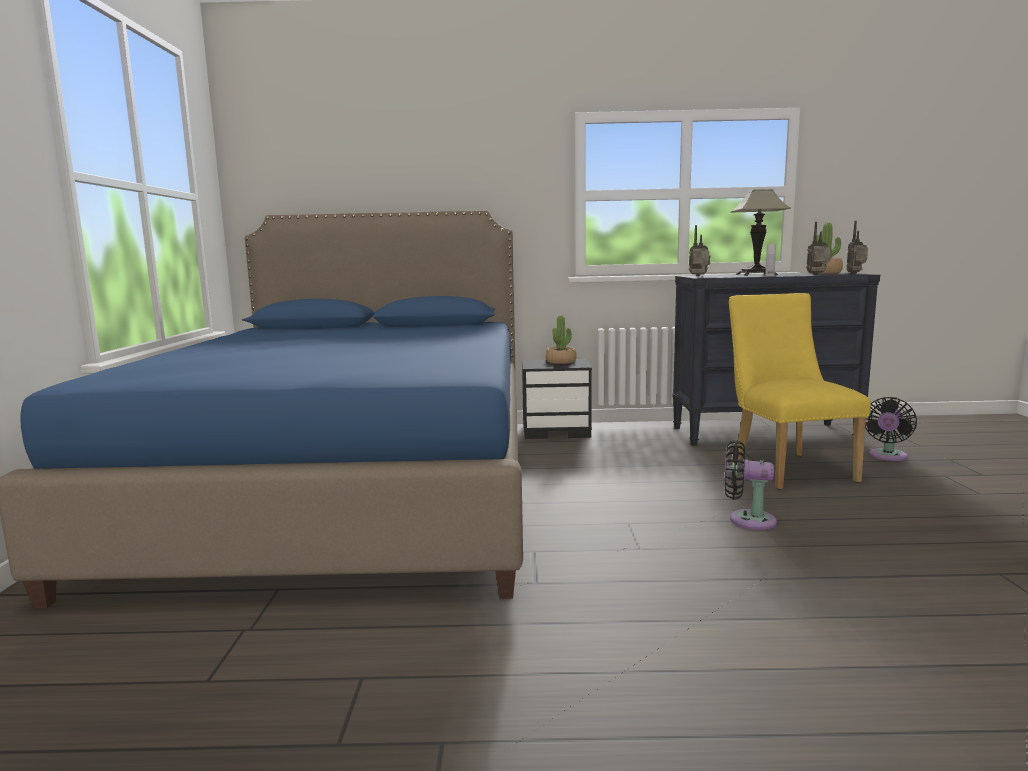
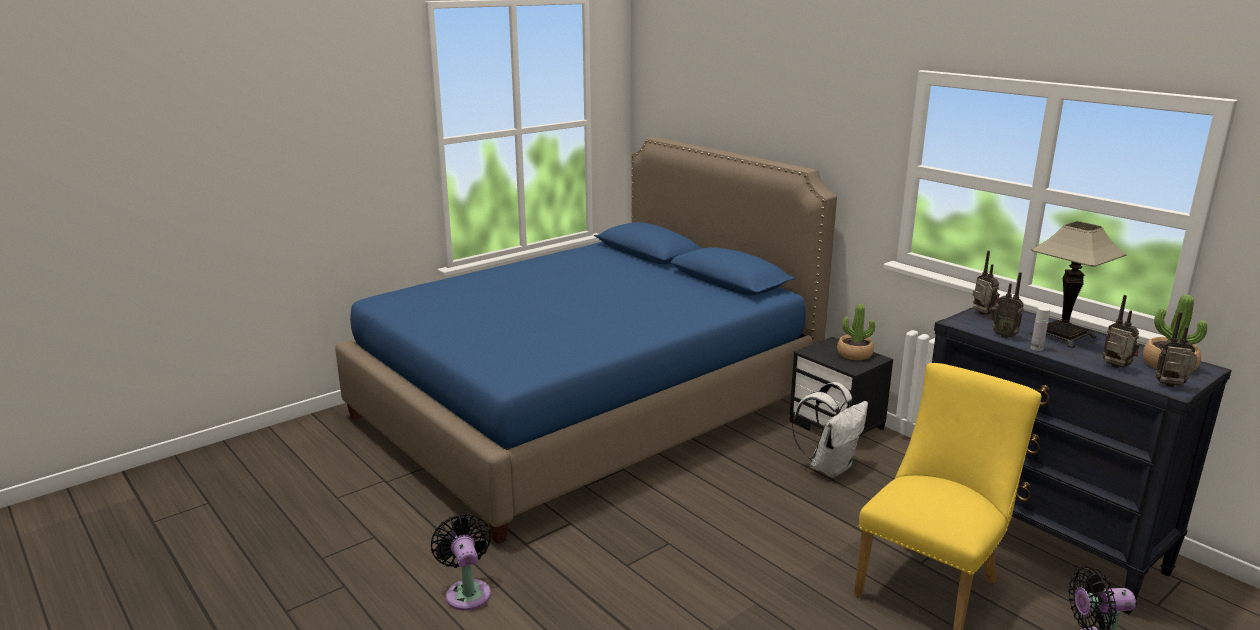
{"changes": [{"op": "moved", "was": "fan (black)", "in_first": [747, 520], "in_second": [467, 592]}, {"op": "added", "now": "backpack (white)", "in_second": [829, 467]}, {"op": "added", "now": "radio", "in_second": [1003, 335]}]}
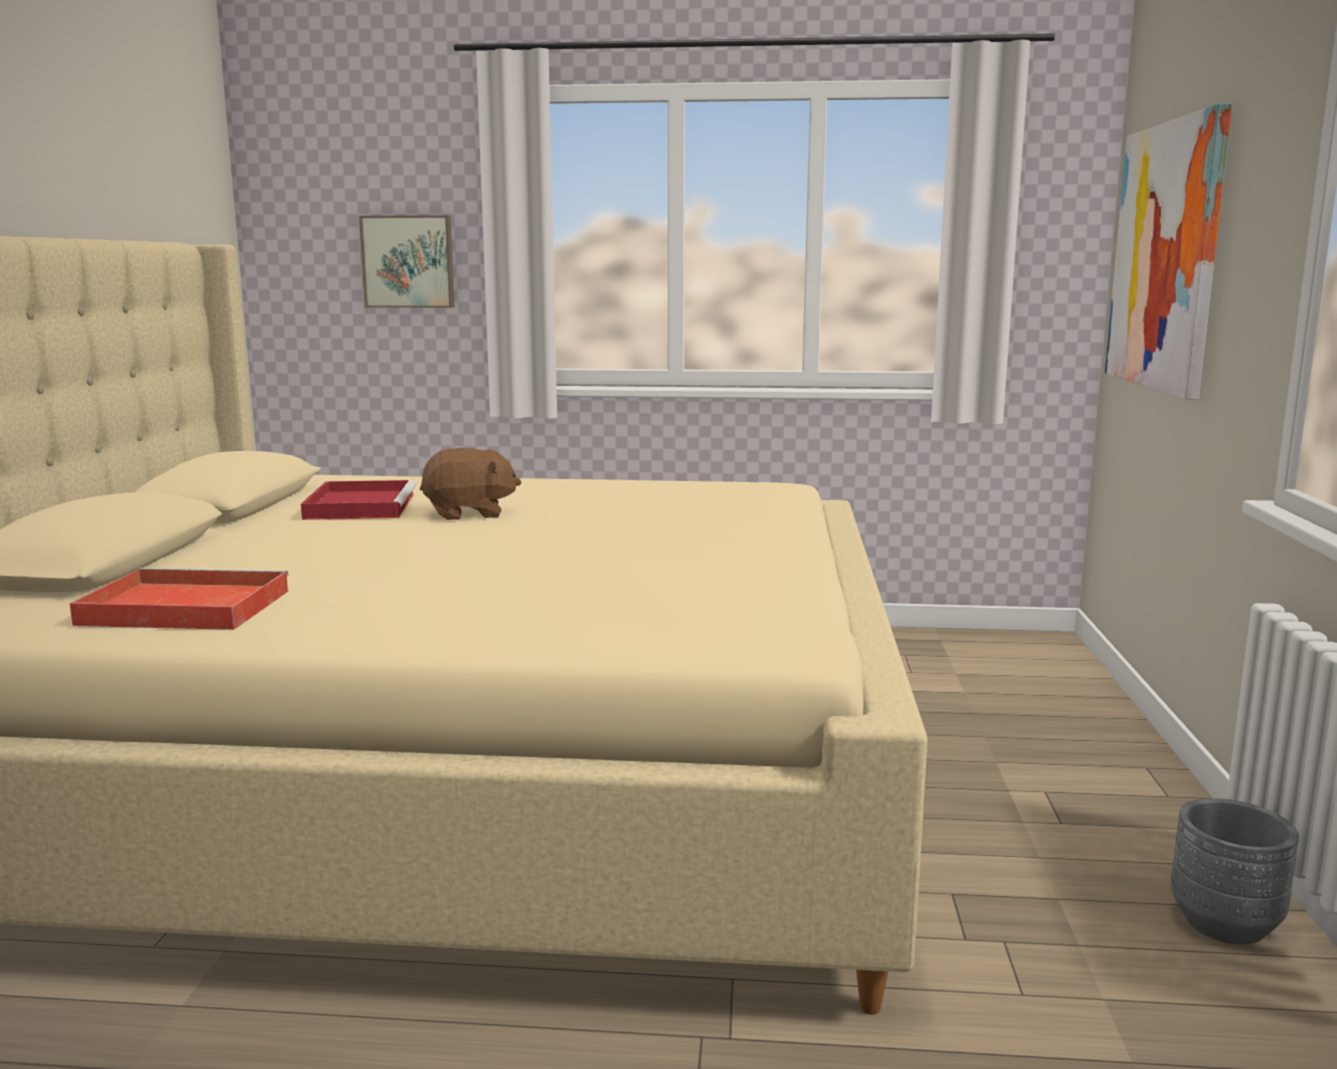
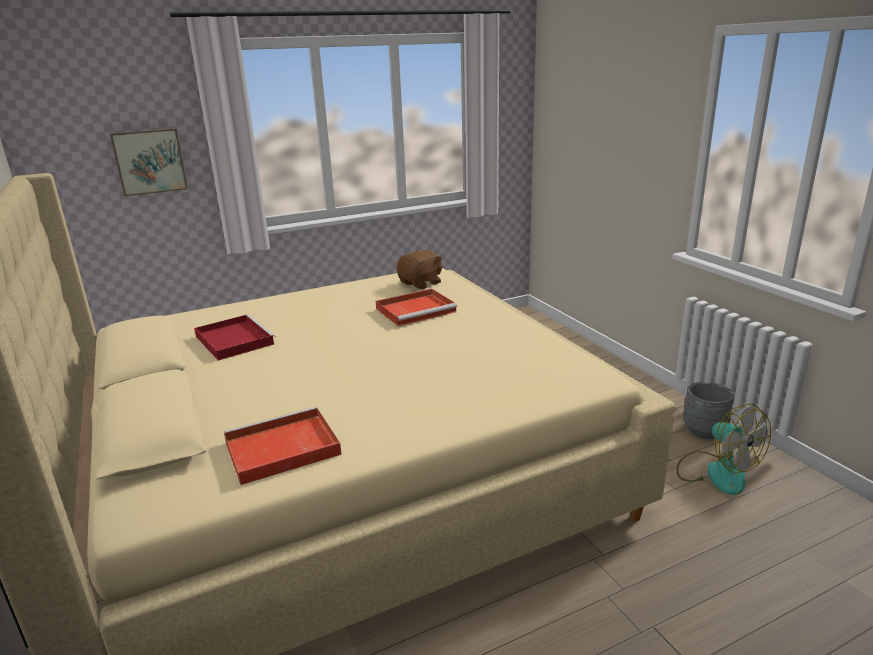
{"changes": [{"op": "added", "now": "tray (red)", "in_second": [417, 310]}, {"op": "moved", "was": "plush toy (brown)", "in_first": [469, 514], "in_second": [421, 283]}, {"op": "added", "now": "fan", "in_second": [716, 472]}, {"op": "removed", "was": "picture", "in_first": [1165, 256]}]}
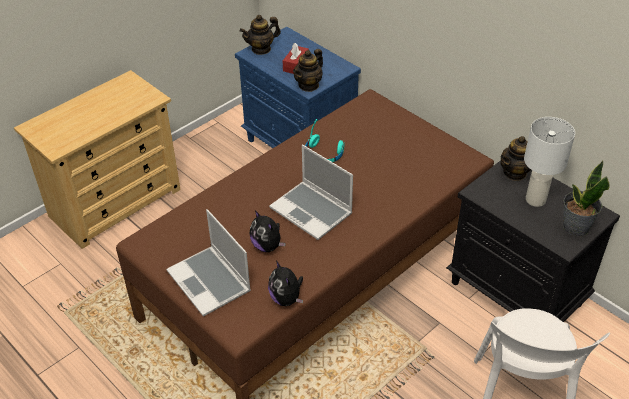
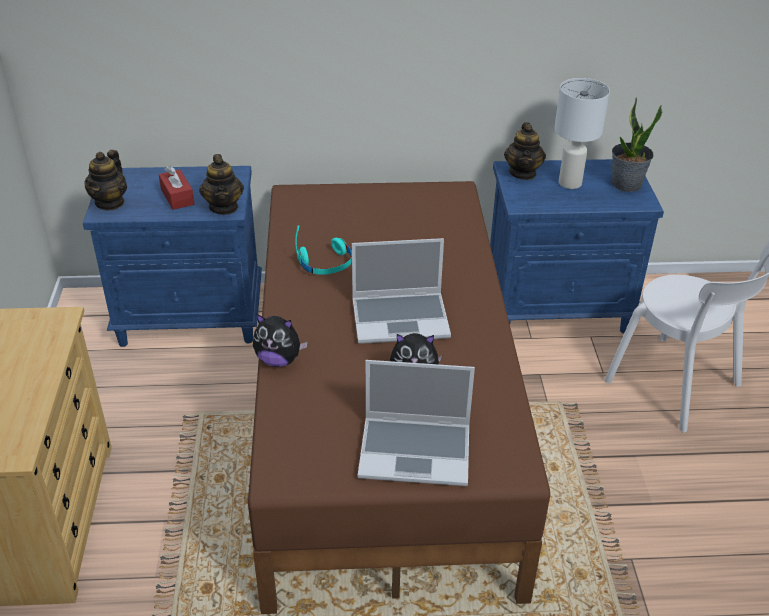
{"changes": [{"op": "moved", "was": "plush toy", "in_first": [286, 299], "in_second": [279, 360]}, {"op": "recoloured", "was": "nightstand (black)", "now": "nightstand (blue)", "in_first": [517, 293], "in_second": [557, 308]}]}
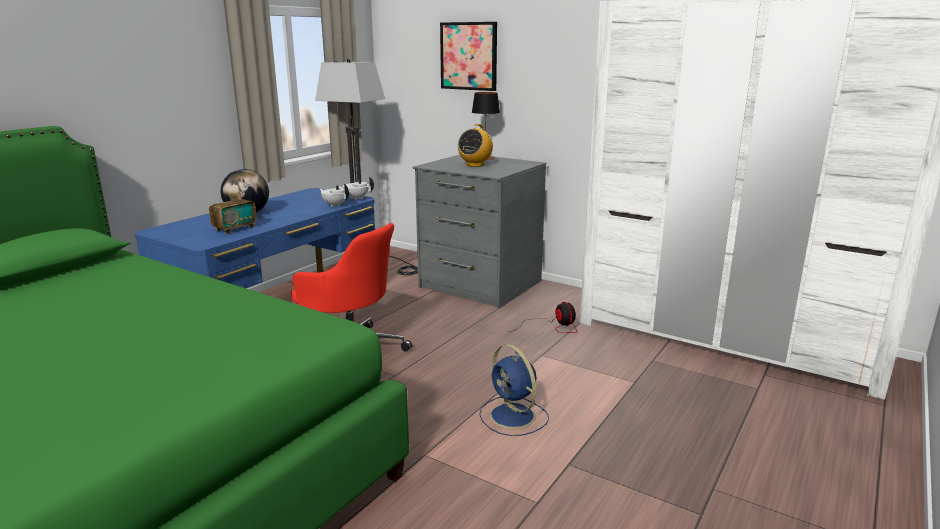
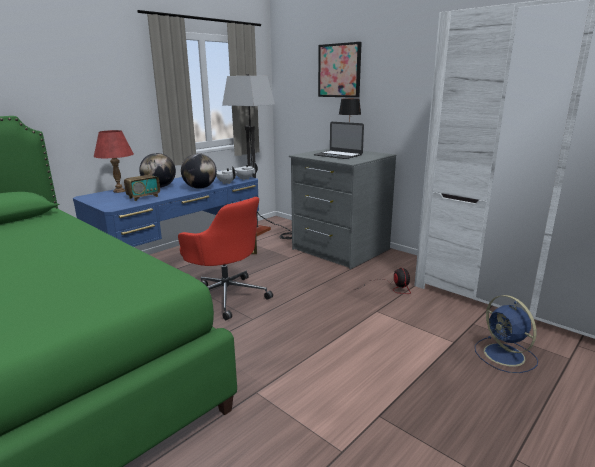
{"changes": [{"op": "added", "now": "table lamp (red)", "in_second": [119, 191]}, {"op": "added", "now": "globe", "in_second": [200, 188]}, {"op": "replaced", "was": "radio", "now": "laptop", "in_first": [475, 165], "in_second": [338, 155]}, {"op": "moved", "was": "fan (blue)", "in_first": [513, 417], "in_second": [505, 356]}]}
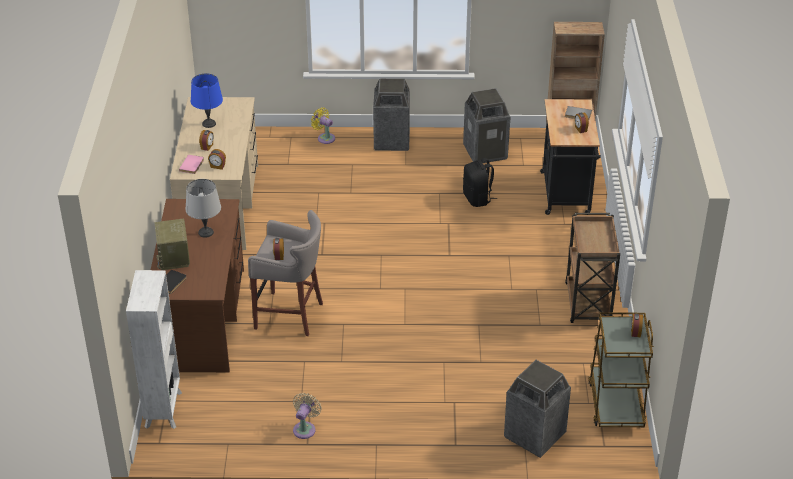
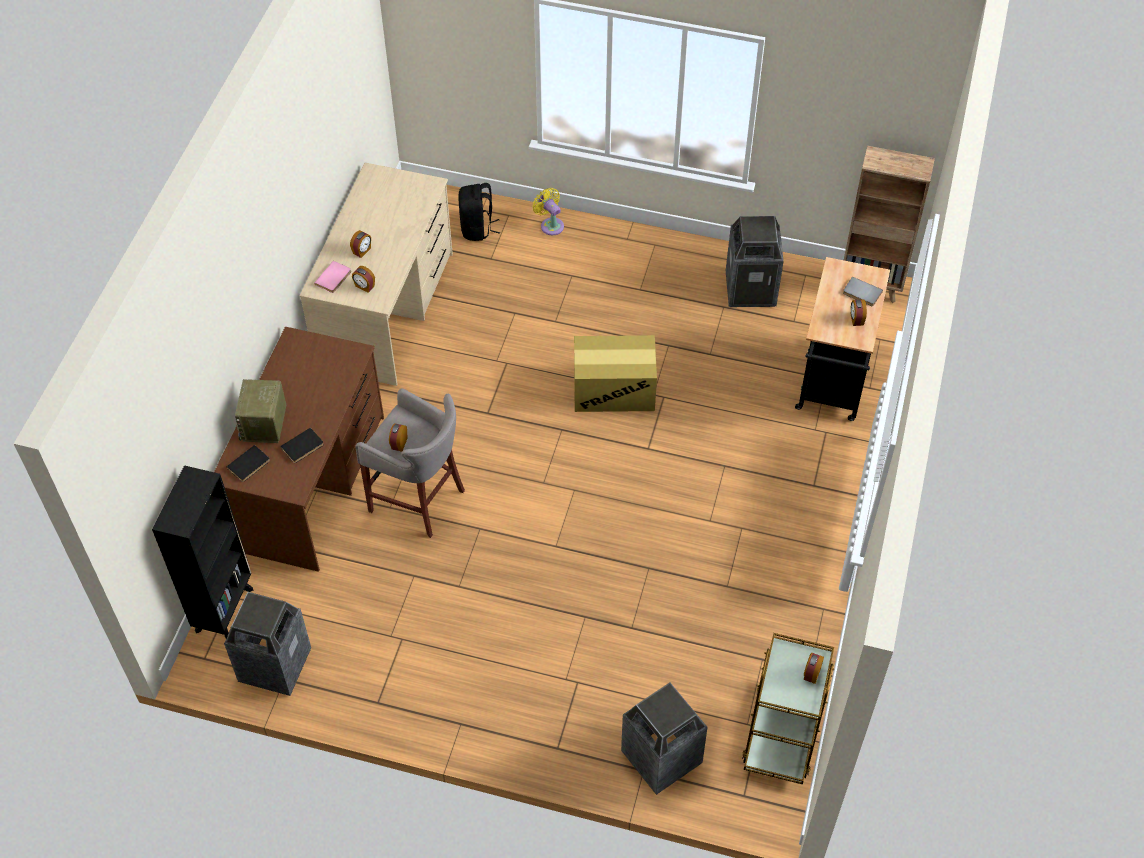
{"changes": [{"op": "recoloured", "was": "bookcase (white)", "now": "bookcase (black)", "in_first": [164, 409], "in_second": [225, 608]}, {"op": "moved", "was": "trash can", "in_first": [391, 141], "in_second": [274, 666]}, {"op": "added", "now": "book (black)", "in_second": [303, 447]}, {"op": "moved", "was": "backpack (black)", "in_first": [477, 199], "in_second": [477, 229]}, {"op": "added", "now": "cardboard box", "in_second": [613, 390]}, {"op": "removed", "was": "table lamp (grey)", "in_first": [205, 232]}, {"op": "removed", "was": "table lamp (blue)", "in_first": [208, 124]}, {"op": "removed", "was": "fan (beige)", "in_first": [305, 428]}, {"op": "removed", "was": "cart (brown)", "in_first": [588, 304]}]}
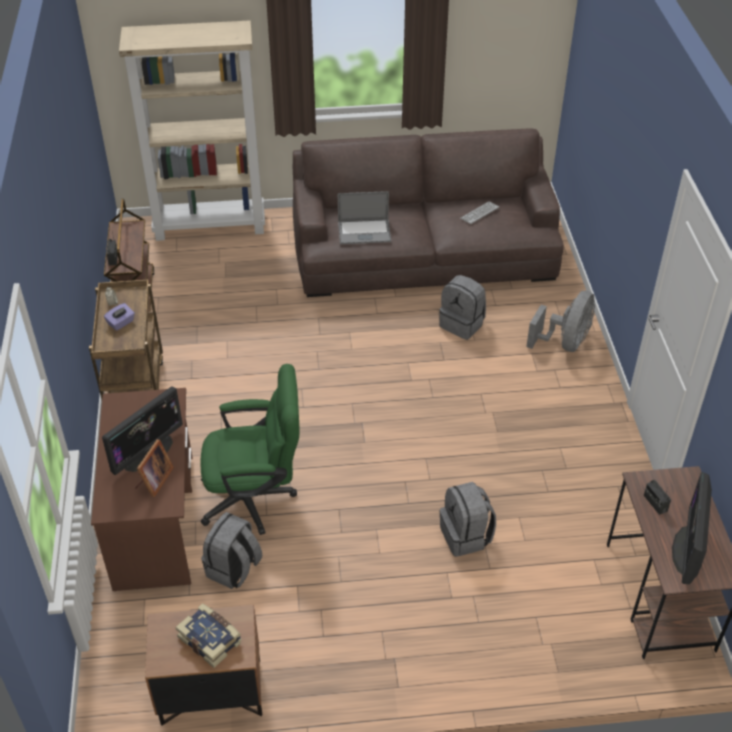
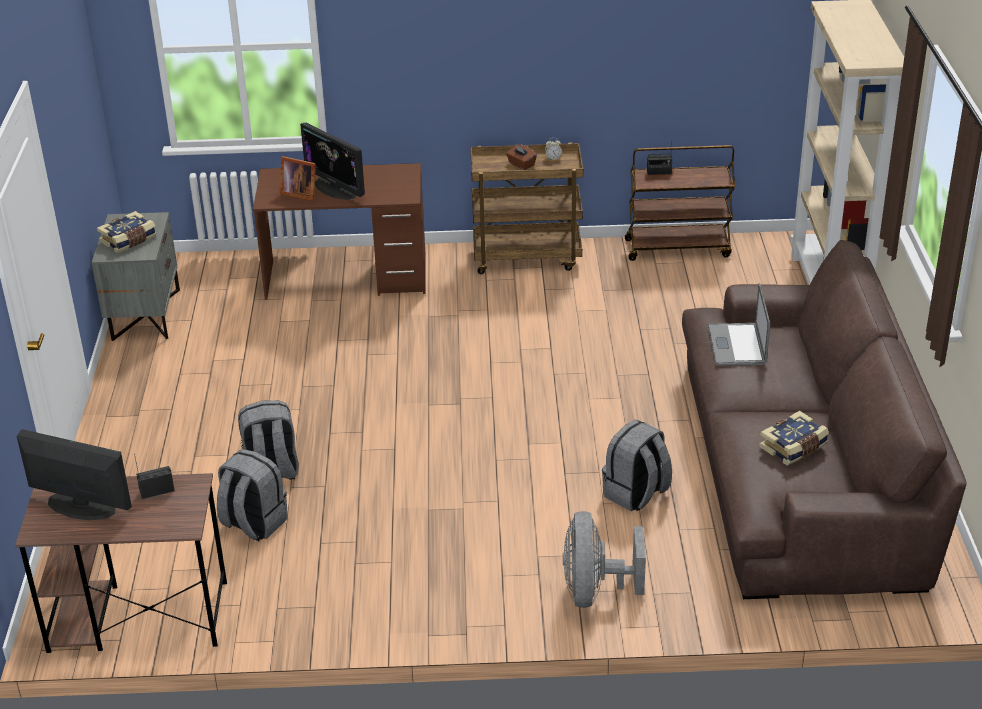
{"changes": [{"op": "recoloured", "was": "nightstand (brown)", "now": "nightstand (grey)", "in_first": [211, 693], "in_second": [145, 314]}, {"op": "moved", "was": "backpack (grey)", "in_first": [234, 569], "in_second": [253, 523]}, {"op": "recoloured", "was": "tissue box (purple)", "now": "tissue box (brown)", "in_first": [121, 323], "in_second": [521, 164]}, {"op": "turned", "was": "fan (grey)", "in_first": [565, 343], "in_second": [594, 592], "clockwise": 60}, {"op": "replaced", "was": "keyboard", "now": "book", "in_first": [479, 213], "in_second": [794, 447]}, {"op": "removed", "was": "office chair (green)", "in_first": [256, 498]}]}
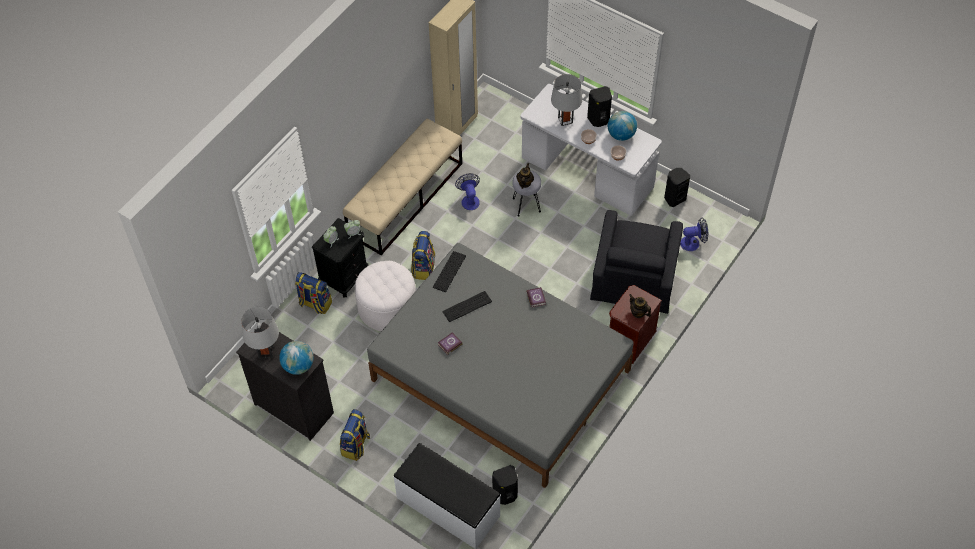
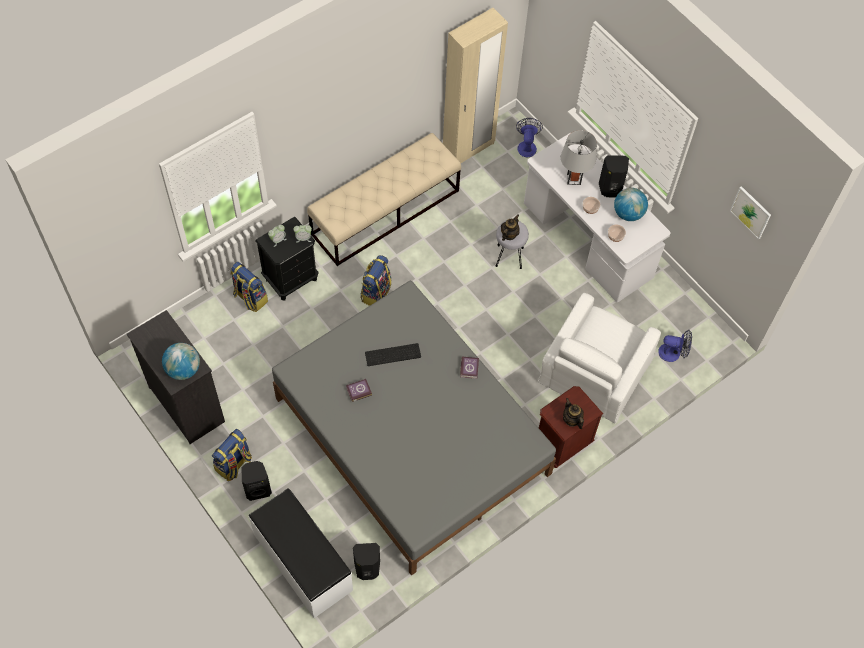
{"changes": [{"op": "moved", "was": "speaker (black)", "in_first": [674, 198], "in_second": [258, 489]}, {"op": "moved", "was": "fan", "in_first": [469, 199], "in_second": [527, 146]}, {"op": "recoloured", "was": "armchair (black)", "now": "armchair (white)", "in_first": [634, 278], "in_second": [594, 373]}, {"op": "added", "now": "picture", "in_second": [751, 212]}, {"op": "removed", "was": "table lamp (grey)", "in_first": [266, 352]}, {"op": "removed", "was": "ottoman (white)", "in_first": [387, 307]}, {"op": "removed", "was": "keyboard", "in_first": [450, 272]}]}
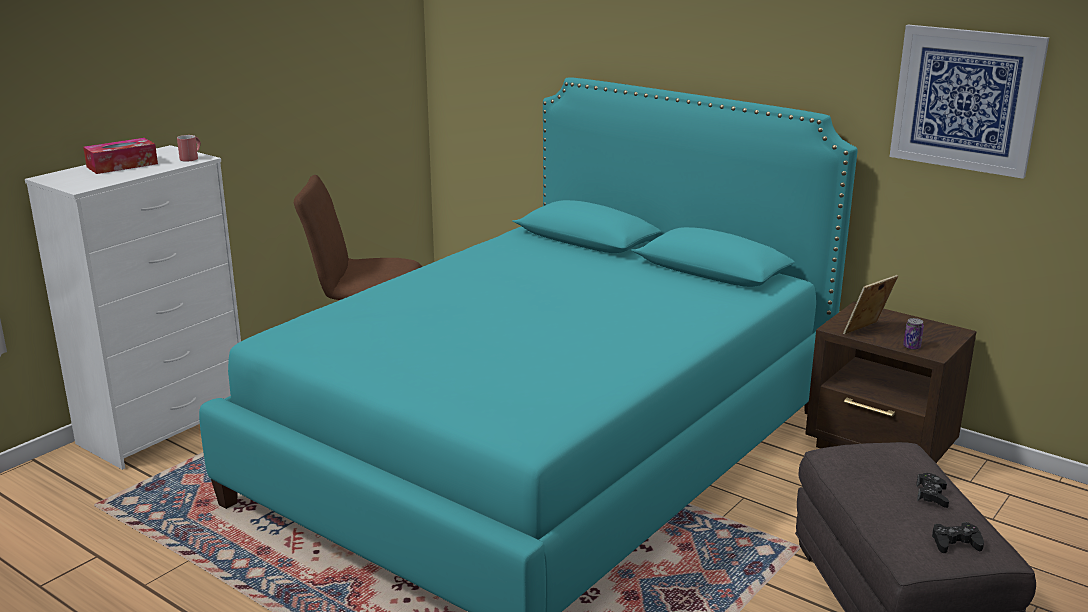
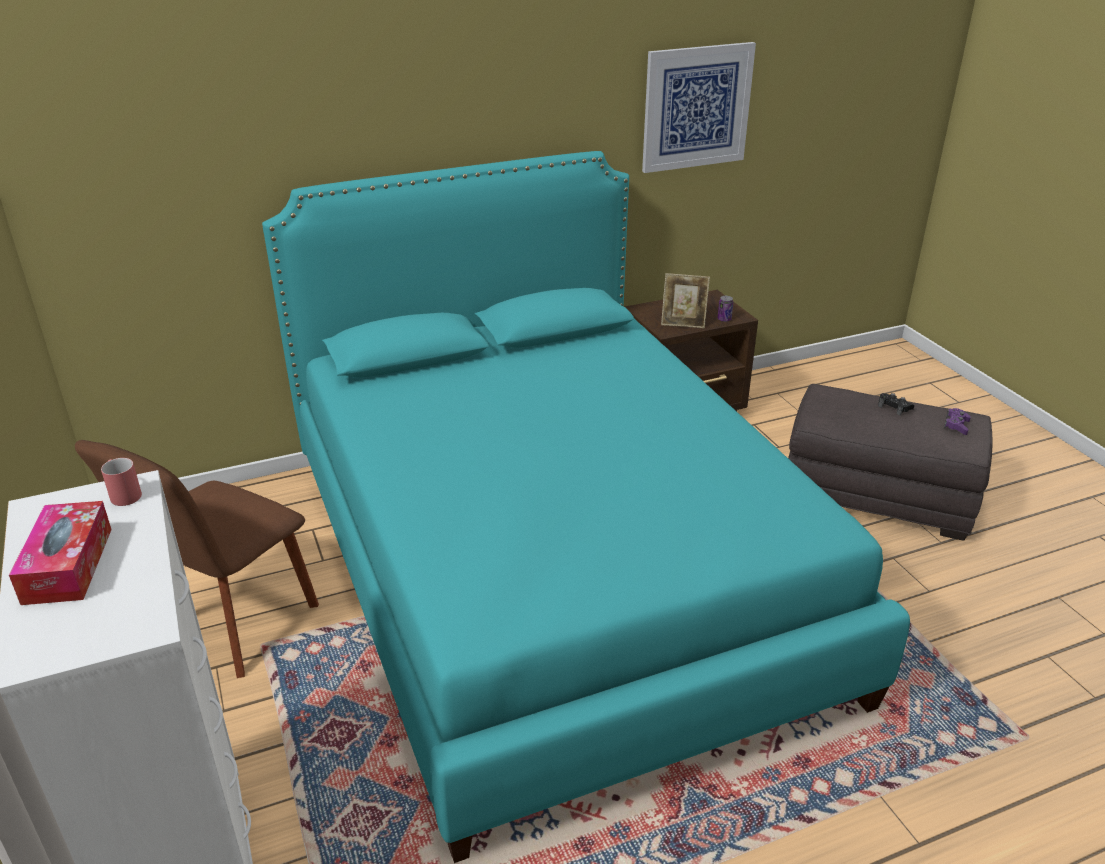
{"changes": [{"op": "turned", "was": "picture frame", "in_first": [867, 331], "in_second": [683, 323], "clockwise": -75}, {"op": "recoloured", "was": "game controller (black)", "now": "game controller (purple)", "in_first": [955, 543], "in_second": [956, 425]}]}
